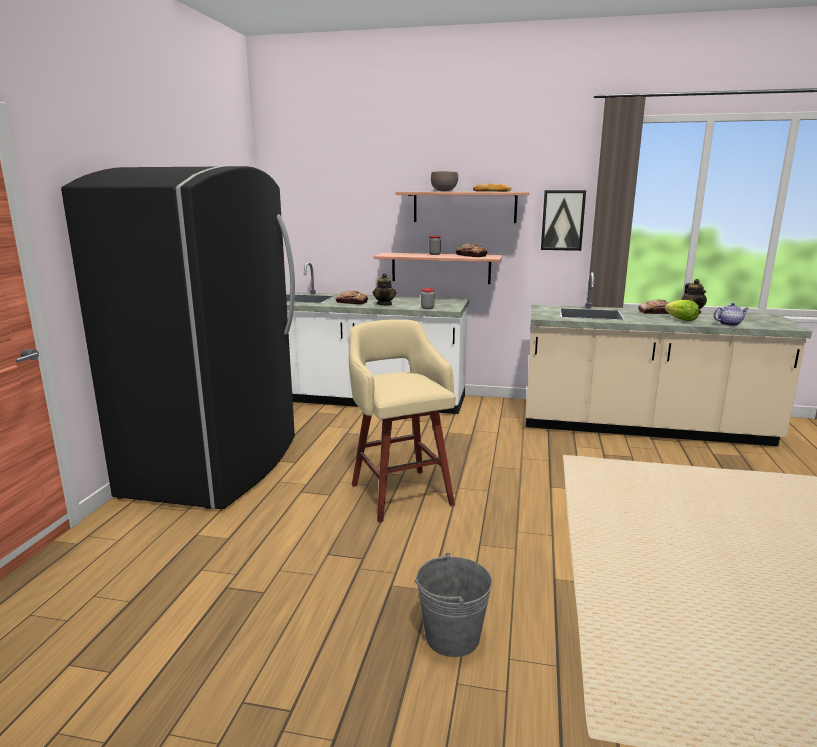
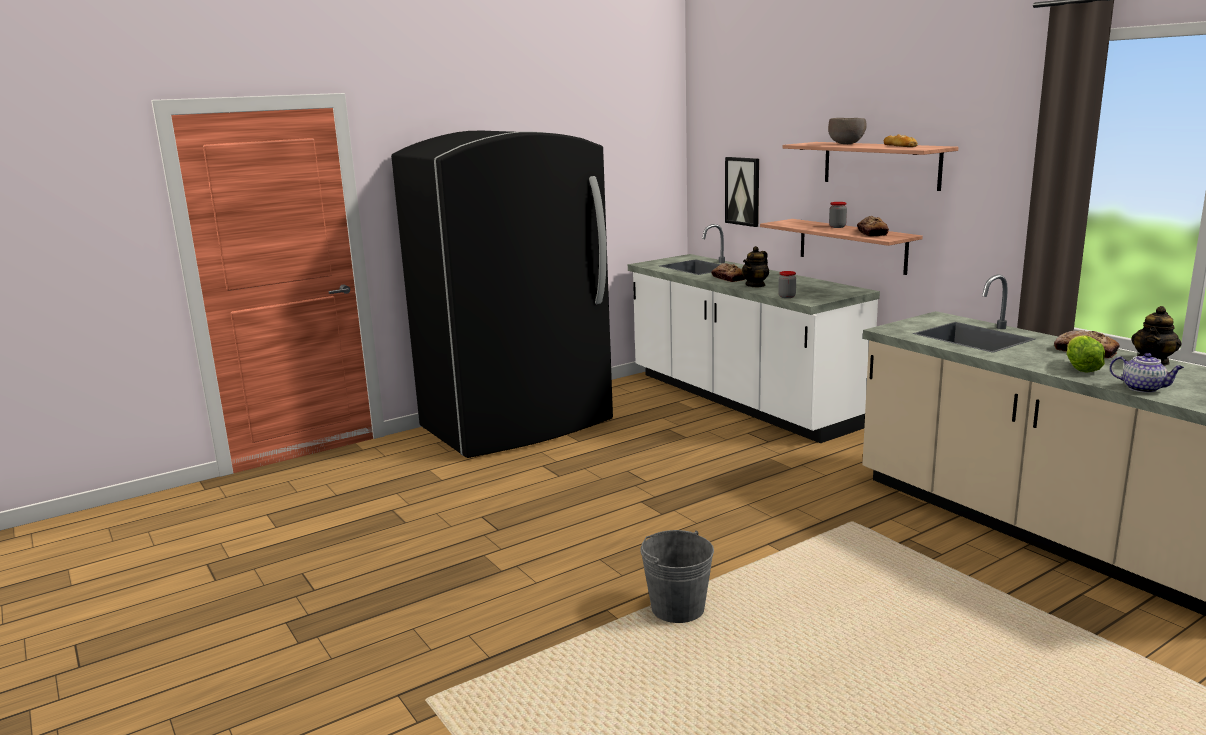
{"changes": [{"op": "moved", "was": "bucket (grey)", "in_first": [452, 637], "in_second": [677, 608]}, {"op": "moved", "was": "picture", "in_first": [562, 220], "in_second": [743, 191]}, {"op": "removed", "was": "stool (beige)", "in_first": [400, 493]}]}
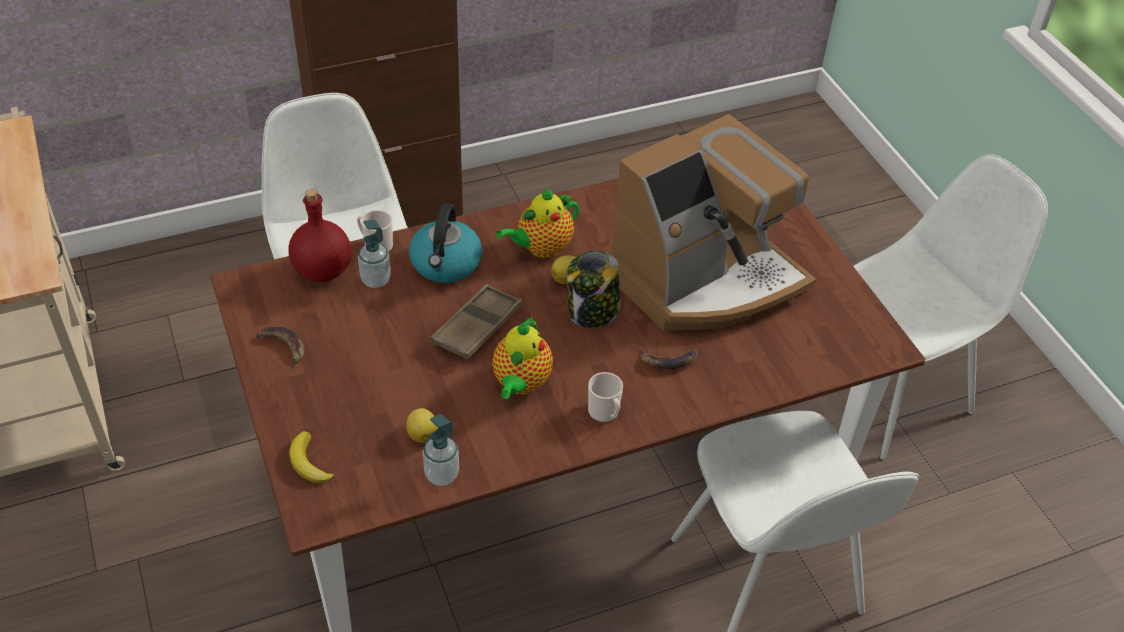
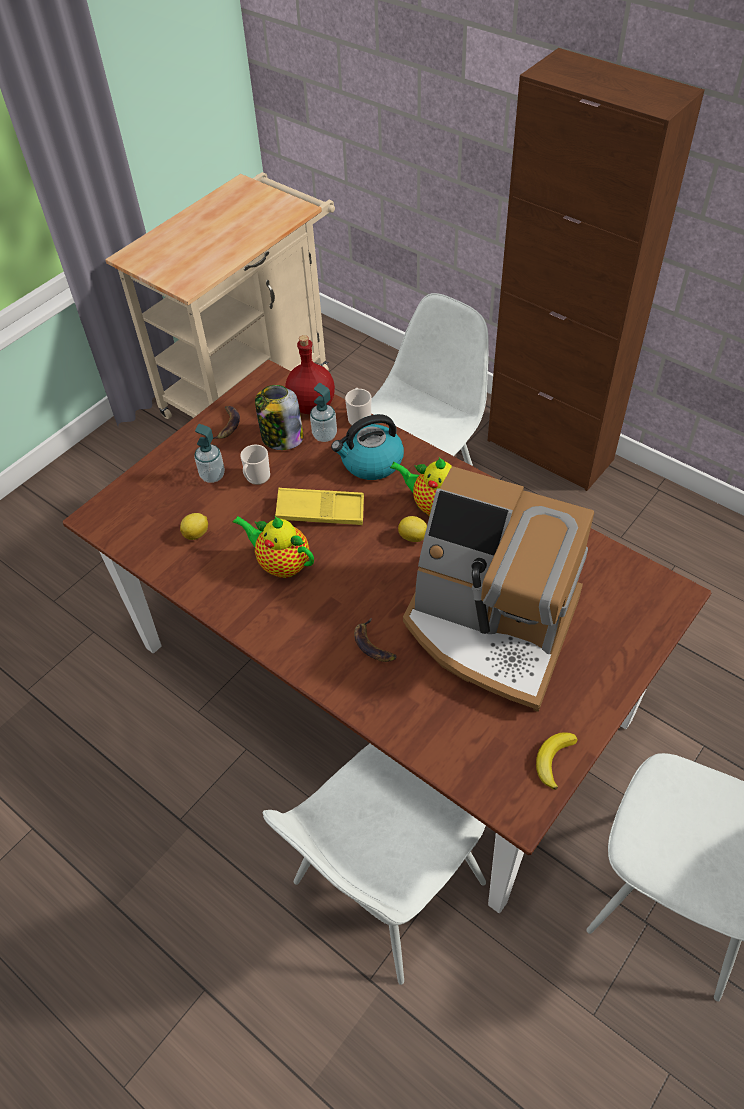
{"changes": [{"op": "moved", "was": "soap dispenser", "in_first": [442, 474], "in_second": [212, 475]}, {"op": "turned", "was": "teapot", "in_first": [520, 384], "in_second": [281, 564], "clockwise": 45}, {"op": "moved", "was": "mug", "in_first": [605, 413], "in_second": [256, 478]}, {"op": "moved", "was": "jar", "in_first": [592, 312], "in_second": [281, 438]}, {"op": "recoloured", "was": "tray (brown)", "now": "tray (yellow)", "in_first": [477, 327], "in_second": [320, 511]}, {"op": "moved", "was": "banana", "in_first": [309, 463], "in_second": [553, 760]}]}
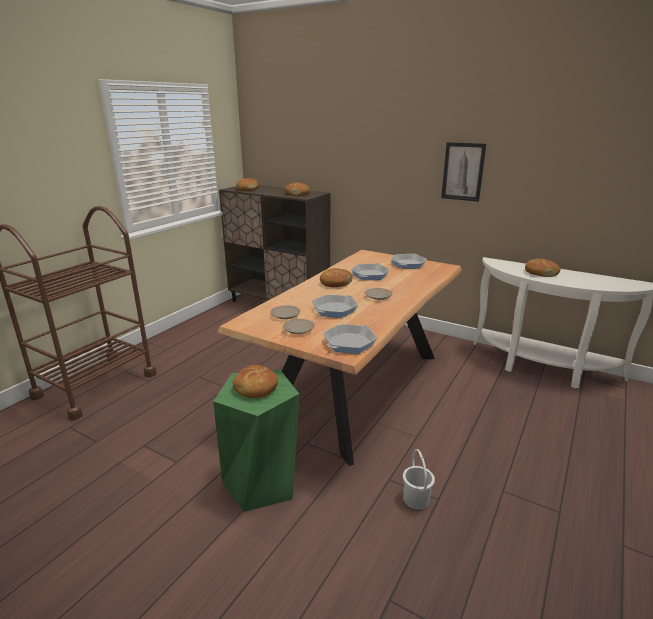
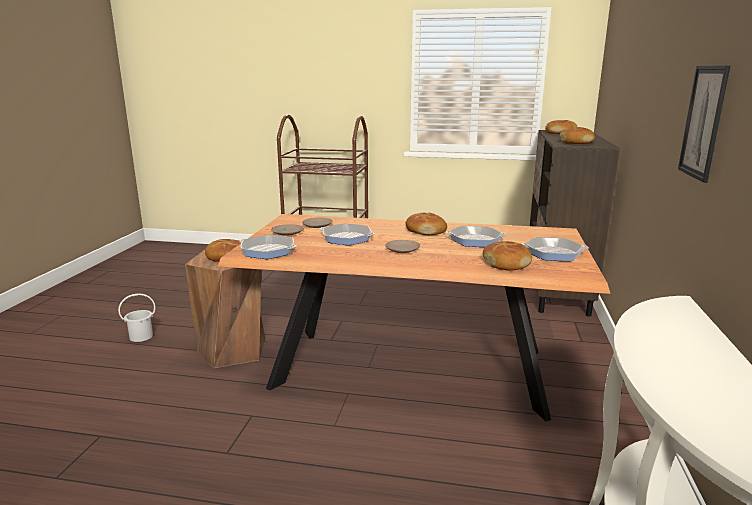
{"changes": [{"op": "moved", "was": "bucket (white)", "in_first": [416, 499], "in_second": [141, 336]}, {"op": "recoloured", "was": "stool (green)", "now": "stool (brown)", "in_first": [262, 481], "in_second": [233, 350]}, {"op": "moved", "was": "bread", "in_first": [540, 273], "in_second": [506, 263]}]}
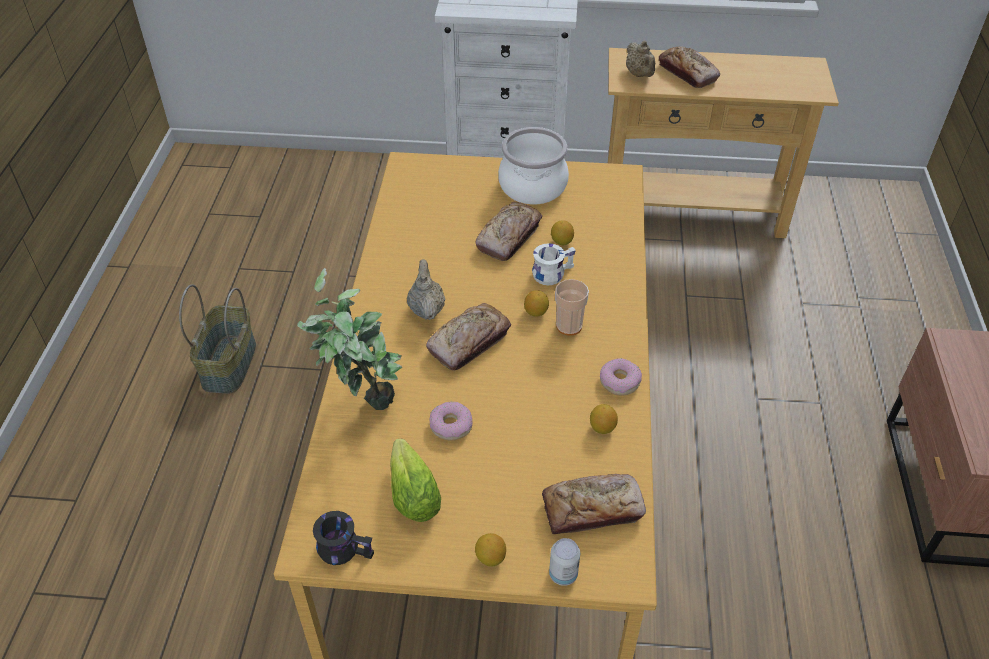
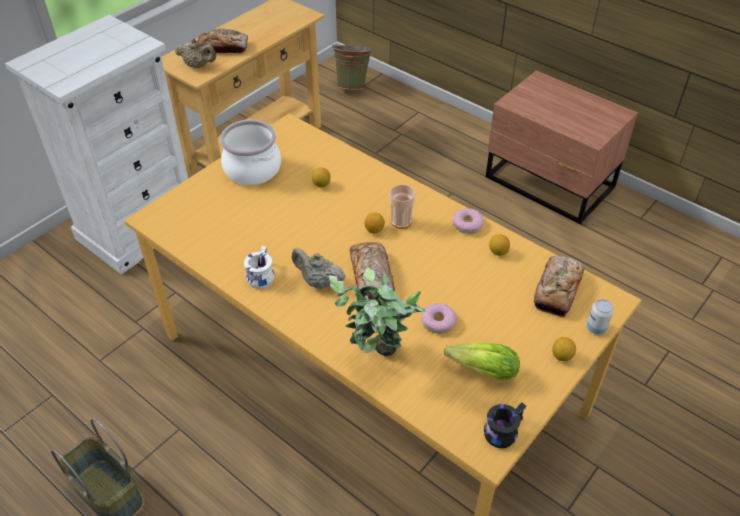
{"changes": [{"op": "moved", "was": "mug (white)", "in_first": [551, 272], "in_second": [259, 275]}, {"op": "added", "now": "bucket (green)", "in_second": [353, 85]}, {"op": "removed", "was": "bread", "in_first": [509, 237]}]}
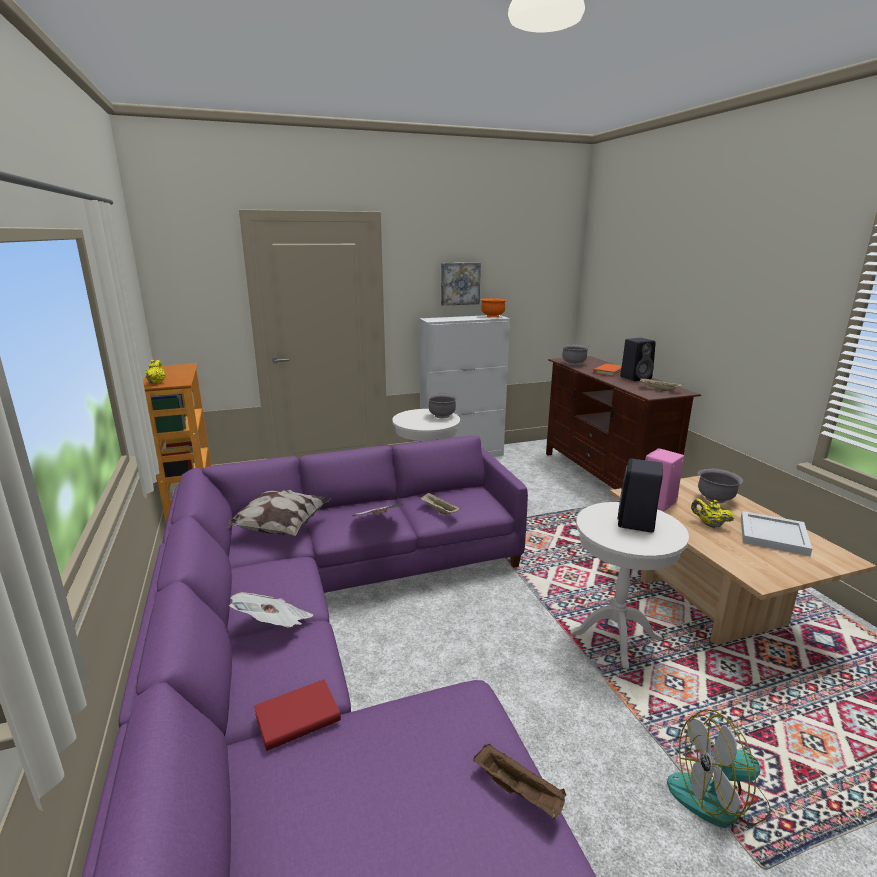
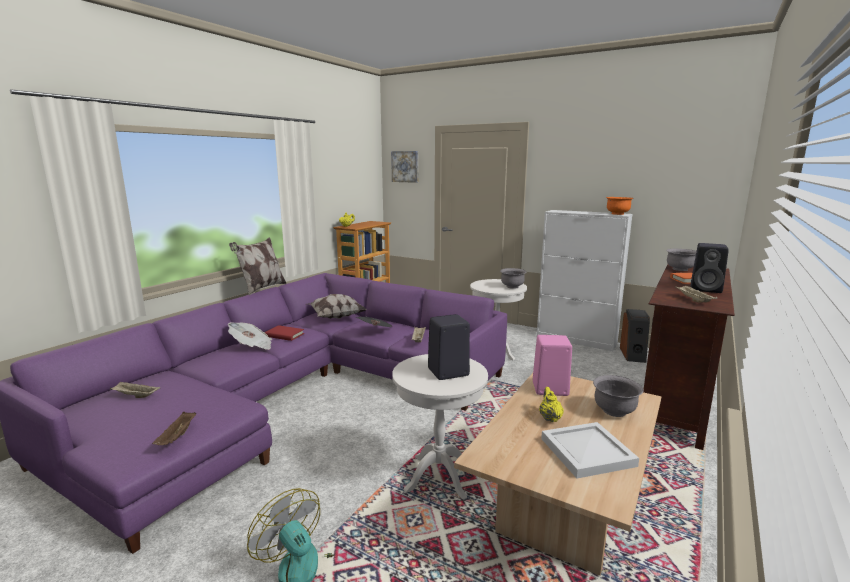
{"changes": [{"op": "added", "now": "tray (beige)", "in_second": [135, 396]}, {"op": "added", "now": "pillow", "in_second": [262, 288]}, {"op": "moved", "was": "book (red)", "in_first": [297, 718], "in_second": [284, 335]}, {"op": "moved", "was": "picture", "in_first": [459, 283], "in_second": [405, 166]}, {"op": "added", "now": "speaker", "in_second": [633, 355]}]}
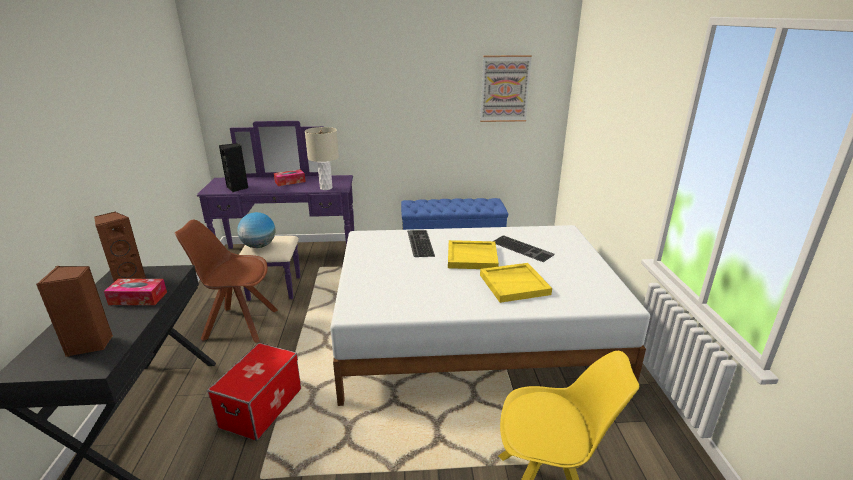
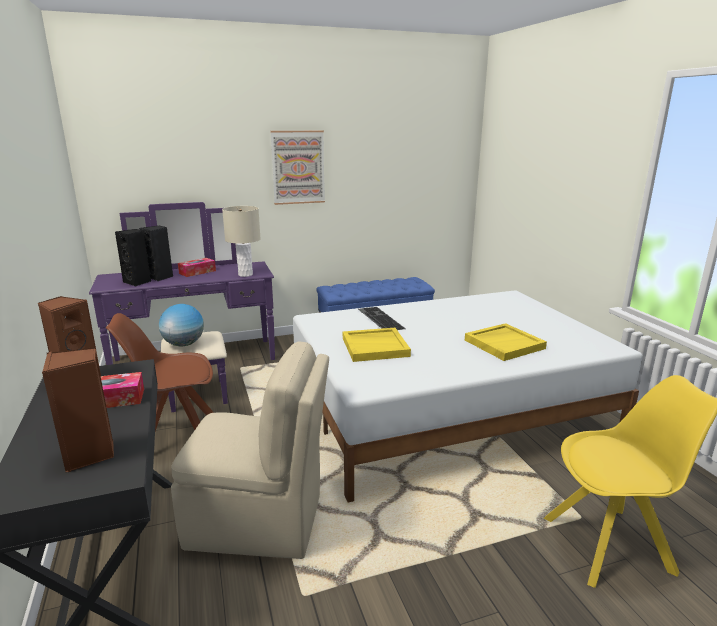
{"changes": [{"op": "added", "now": "speaker (black)", "in_second": [160, 277]}, {"op": "replaced", "was": "storage box", "now": "chair (beige)", "in_first": [261, 408], "in_second": [259, 521]}, {"op": "moved", "was": "picture", "in_first": [504, 89], "in_second": [298, 167]}, {"op": "moved", "was": "tray (yellow)", "in_first": [472, 257], "in_second": [375, 347]}, {"op": "removed", "was": "keyboard", "in_first": [523, 248]}]}
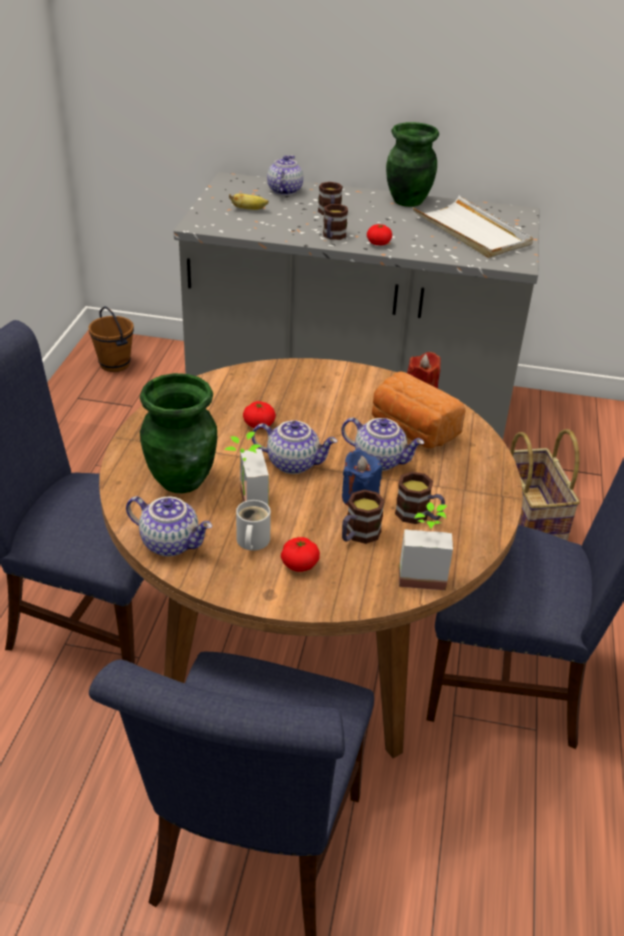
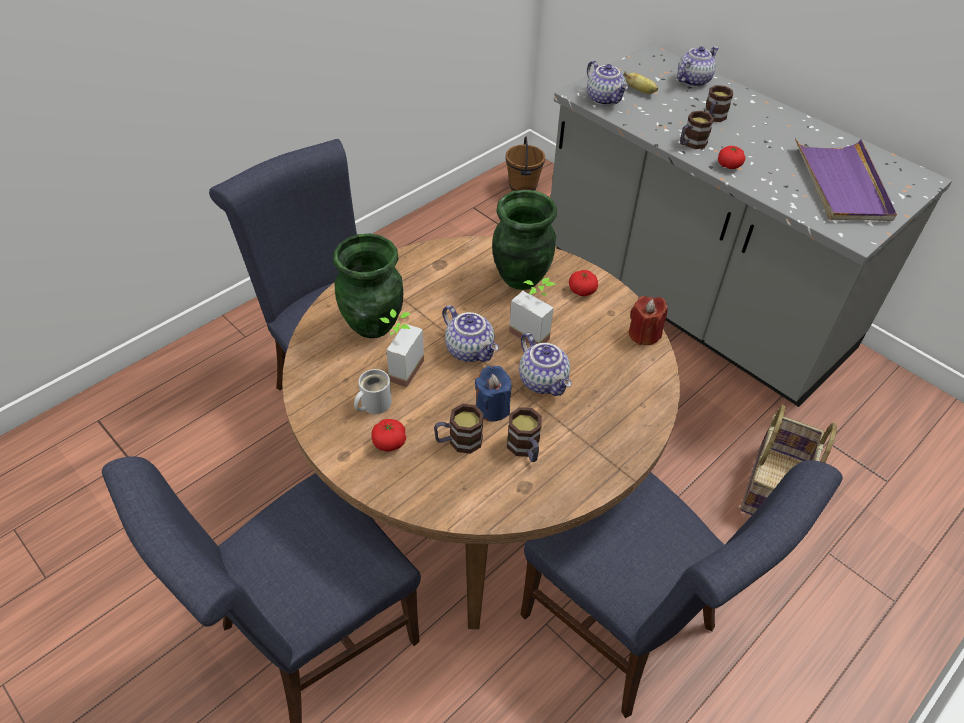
{"changes": [{"op": "moved", "was": "vase (green)", "in_first": [407, 201], "in_second": [520, 278]}, {"op": "moved", "was": "potted plant", "in_first": [421, 573], "in_second": [534, 331]}, {"op": "moved", "was": "tomato", "in_first": [259, 424], "in_second": [582, 290]}, {"op": "moved", "was": "teapot", "in_first": [171, 543], "in_second": [605, 99]}, {"op": "recoloured", "was": "tray (white)", "now": "tray (purple)", "in_first": [471, 231], "in_second": [841, 184]}, {"op": "removed", "was": "bread", "in_first": [411, 430]}]}
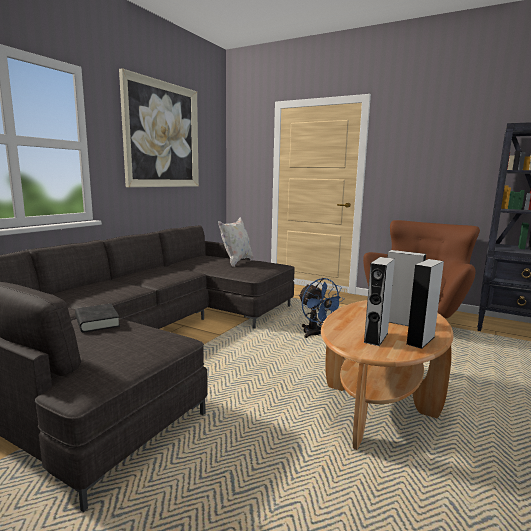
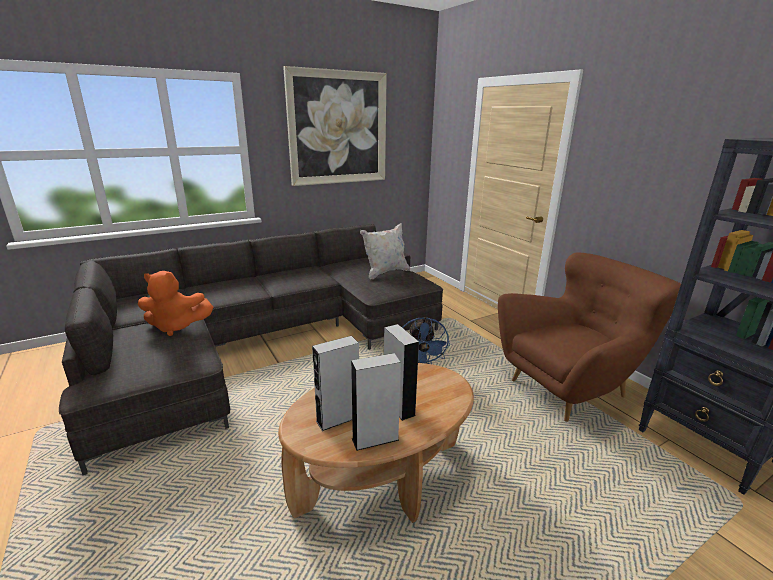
{"changes": [{"op": "replaced", "was": "book (black)", "now": "plush toy (orange)", "in_first": [97, 322], "in_second": [176, 326]}]}
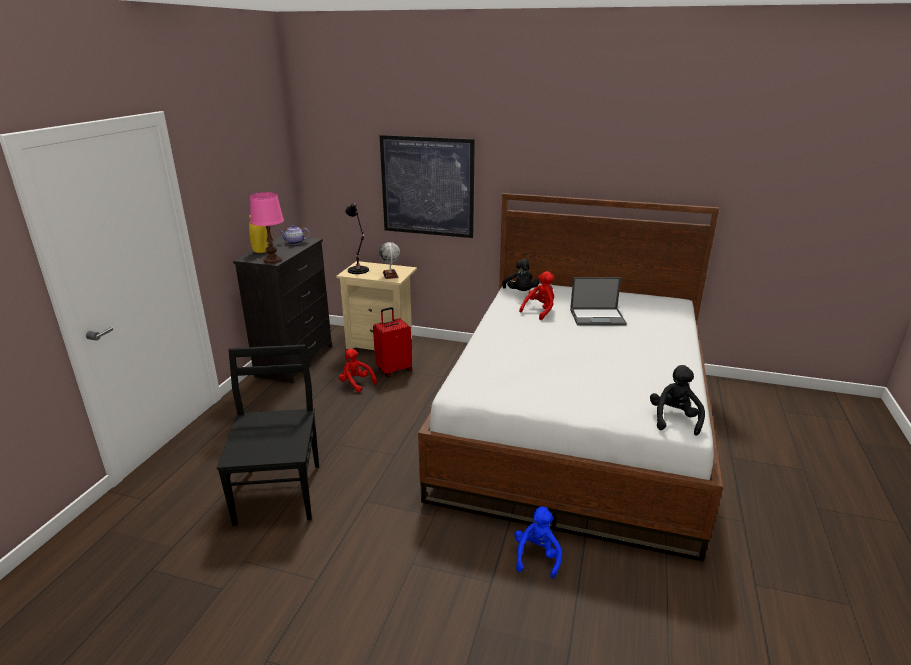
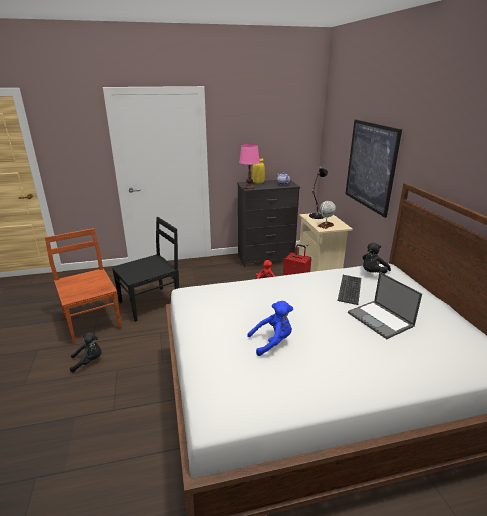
{"changes": [{"op": "added", "now": "chair (brown)", "in_second": [92, 321]}, {"op": "moved", "was": "plush toy (black)", "in_first": [674, 419], "in_second": [89, 361]}, {"op": "moved", "was": "plush toy (blue)", "in_first": [537, 556], "in_second": [272, 342]}, {"op": "replaced", "was": "plush toy (red)", "now": "keyboard", "in_first": [540, 311], "in_second": [350, 289]}]}
